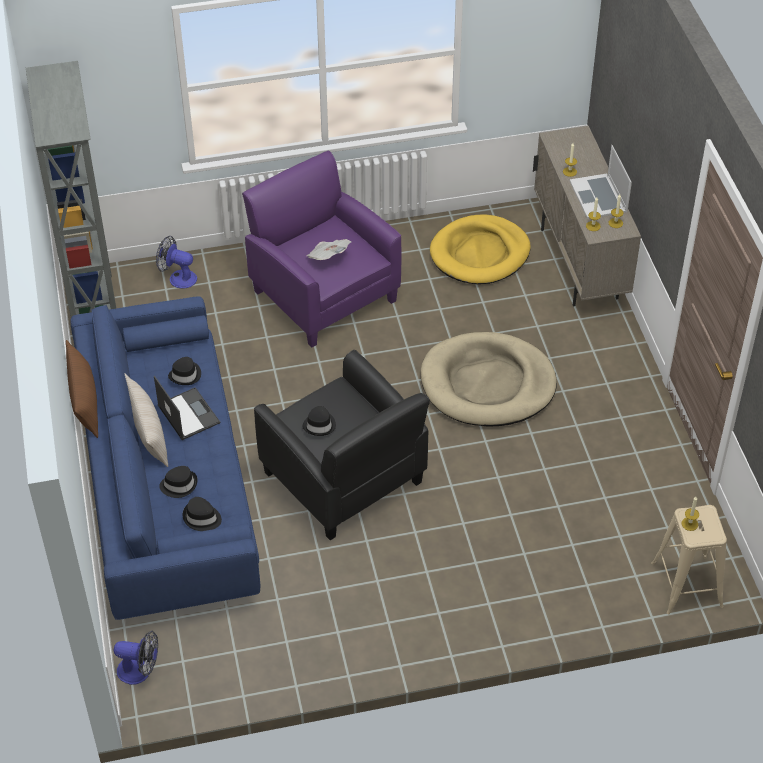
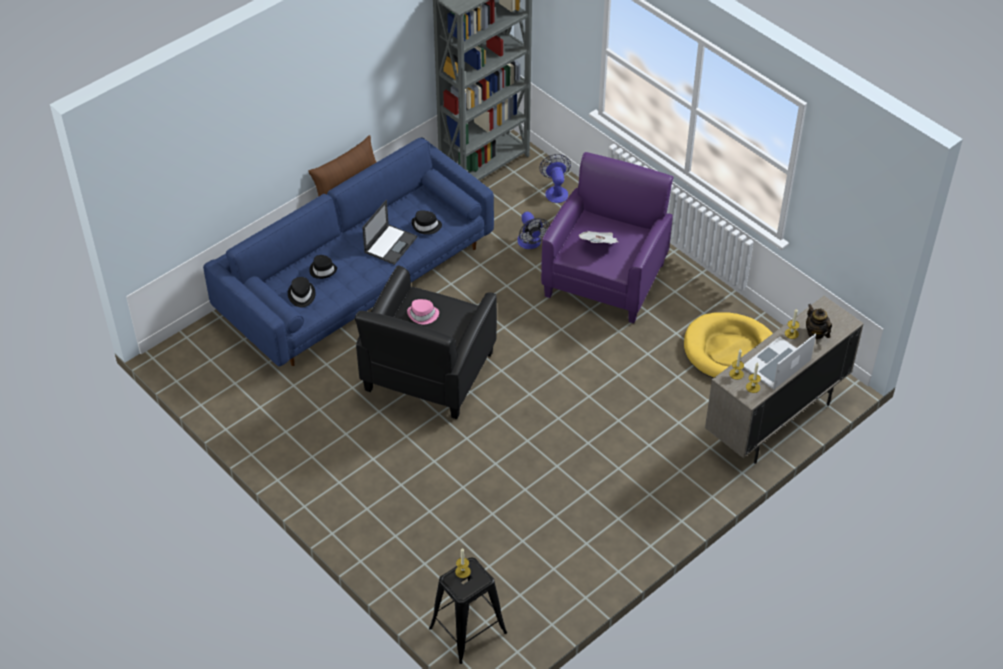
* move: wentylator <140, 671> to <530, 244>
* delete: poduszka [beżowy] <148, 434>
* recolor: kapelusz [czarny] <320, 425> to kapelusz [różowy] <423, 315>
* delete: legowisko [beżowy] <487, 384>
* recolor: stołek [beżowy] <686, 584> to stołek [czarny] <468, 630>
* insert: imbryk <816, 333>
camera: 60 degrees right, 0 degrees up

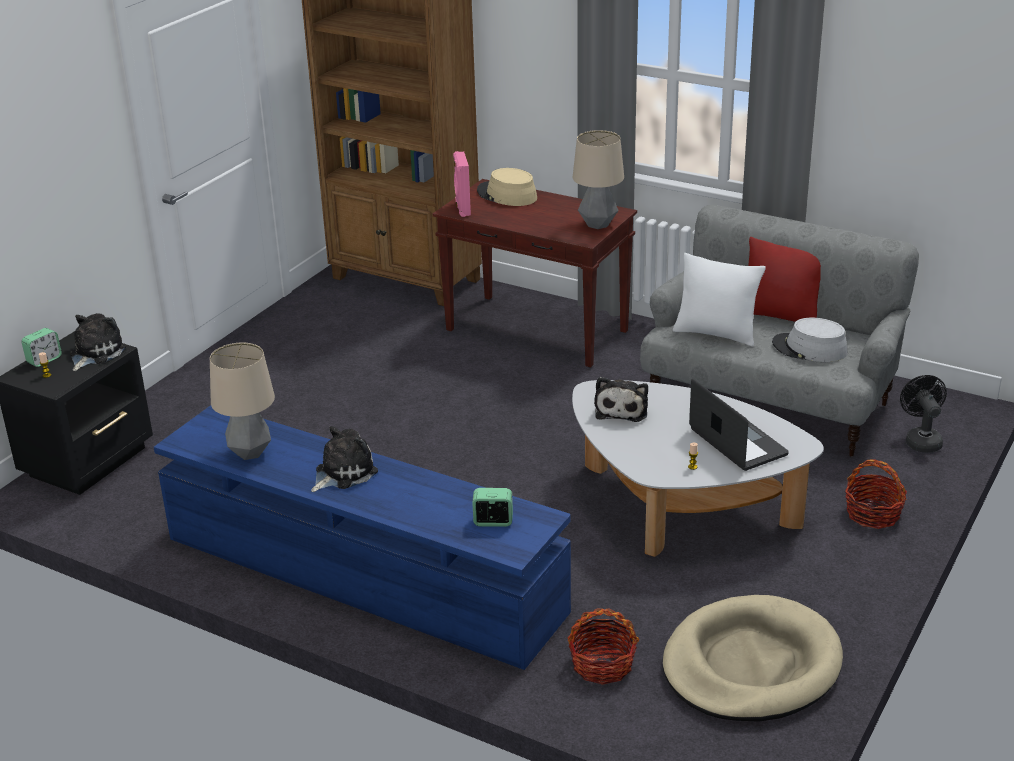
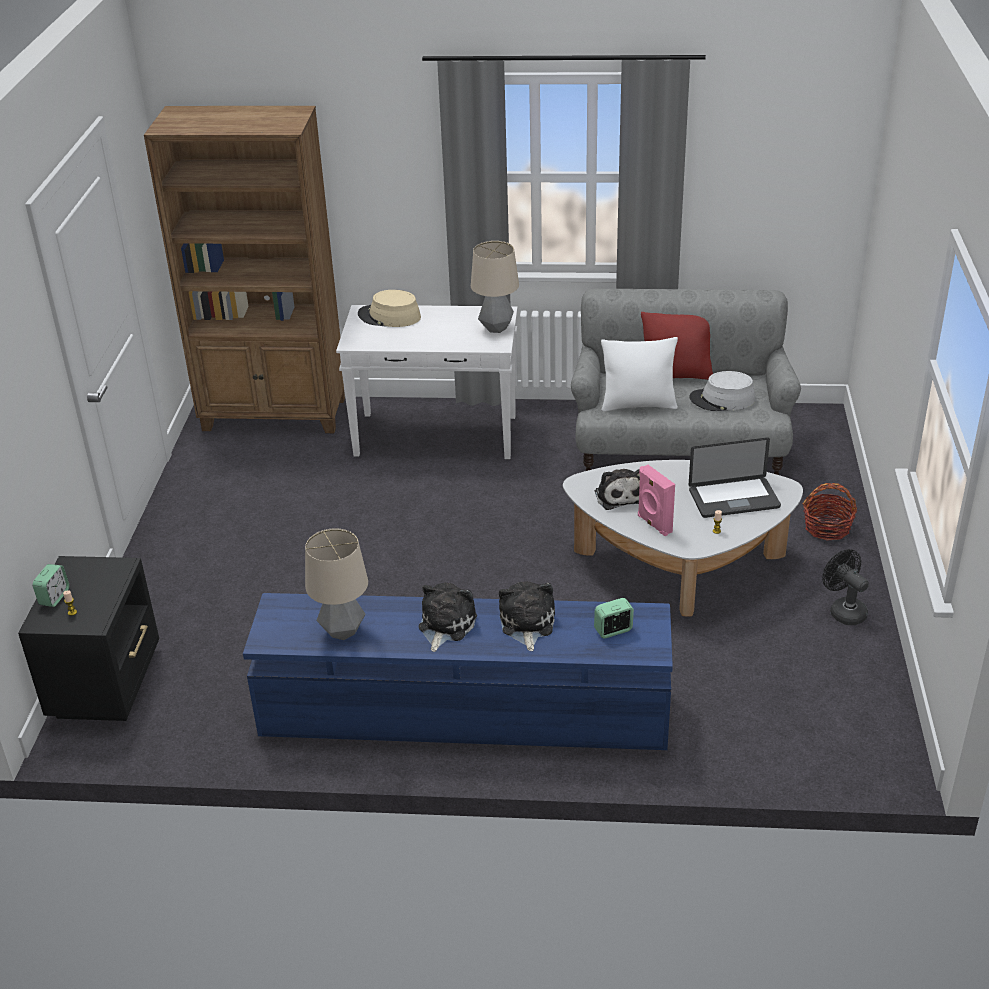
* move: pluszak <95, 353> to <526, 624>
* recolor: stolik konsolowy [brązowy] <538, 331> to stolik konsolowy [biały] <437, 436>
* move: głośnik [różowy] <462, 208> to <653, 524>
* delete: koszyk <602, 665>
* delete: legowisko [beżowy] <750, 665>
* rotate: laptop <737, 442> = <734, 499> 135 degrees clockwise
* move: wentylator [czarny] <921, 440> to <843, 611>
camera: 25 degrees left, 5 degrees up

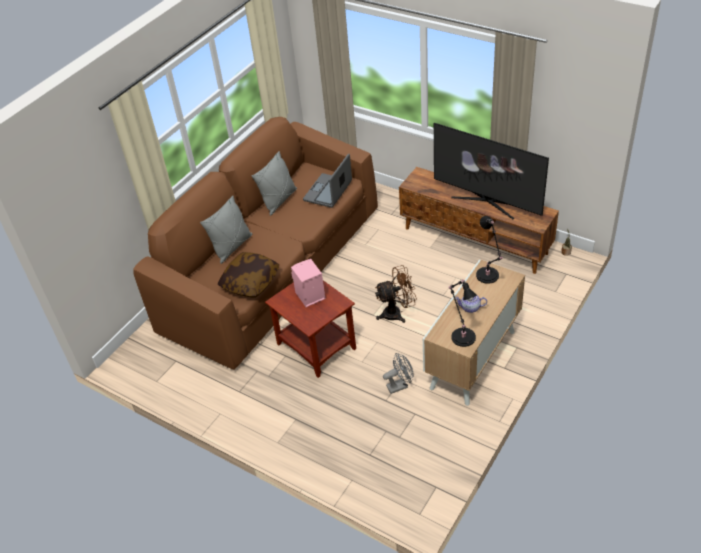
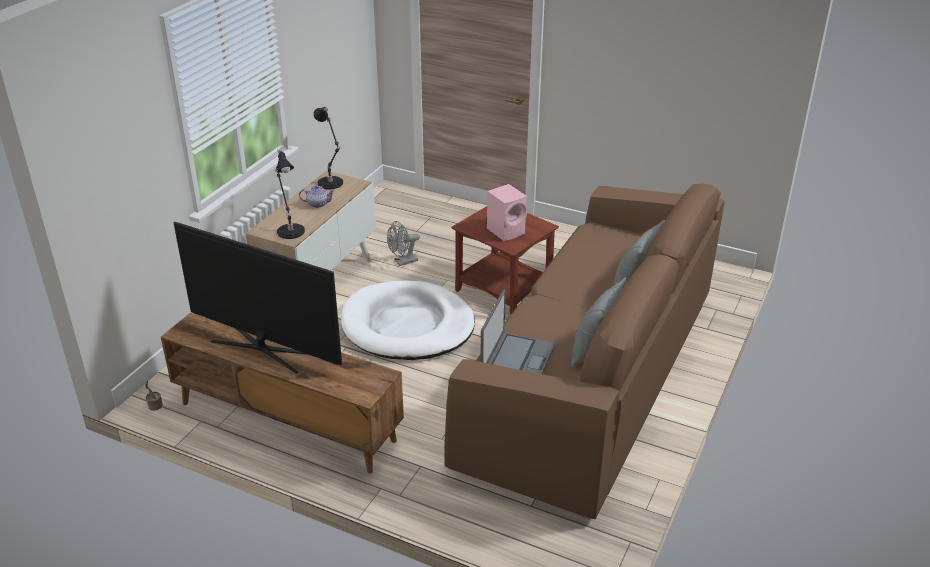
* delete: poduszka <250, 282>
* replace: wentylator [brązowy] <397, 313> to legowisko [biały] <407, 326>
camera: 170 degrees right, 10 degrees down

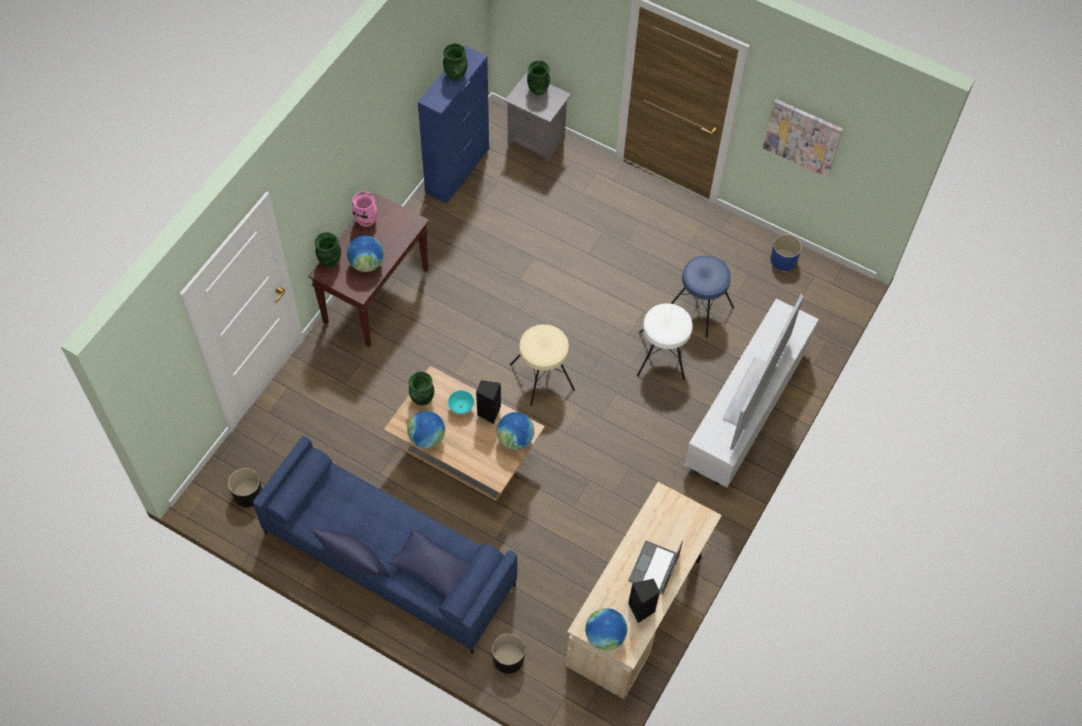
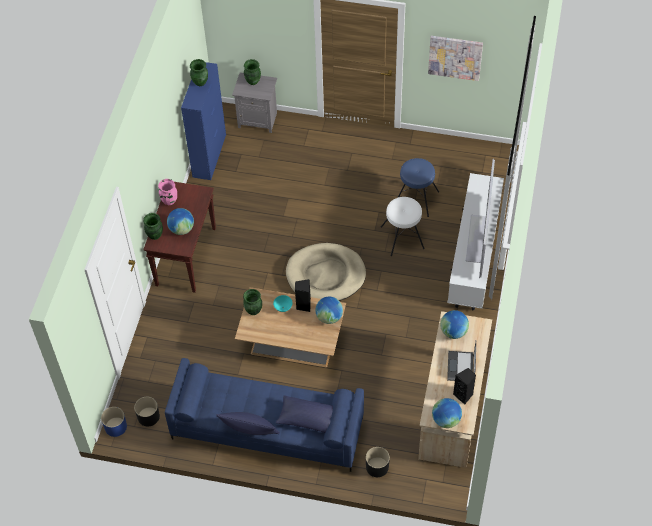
* move: globus <427, 438> to <453, 332>
* replace: stołek [beżowy] <542, 376> to legowisko [beżowy] <325, 275>
* move: donica [niebieski] <783, 260> to <115, 427>
camera: 15 degrees left, 5 degrees down

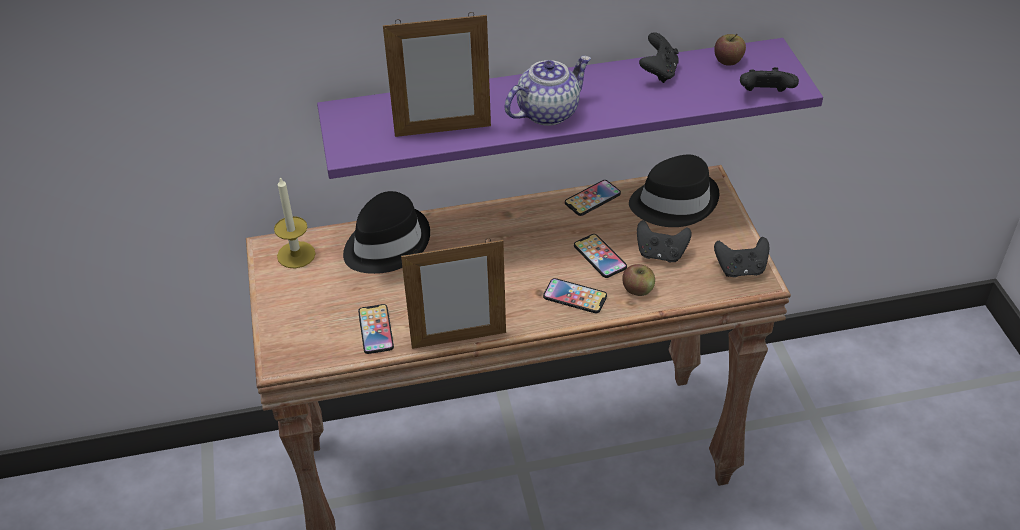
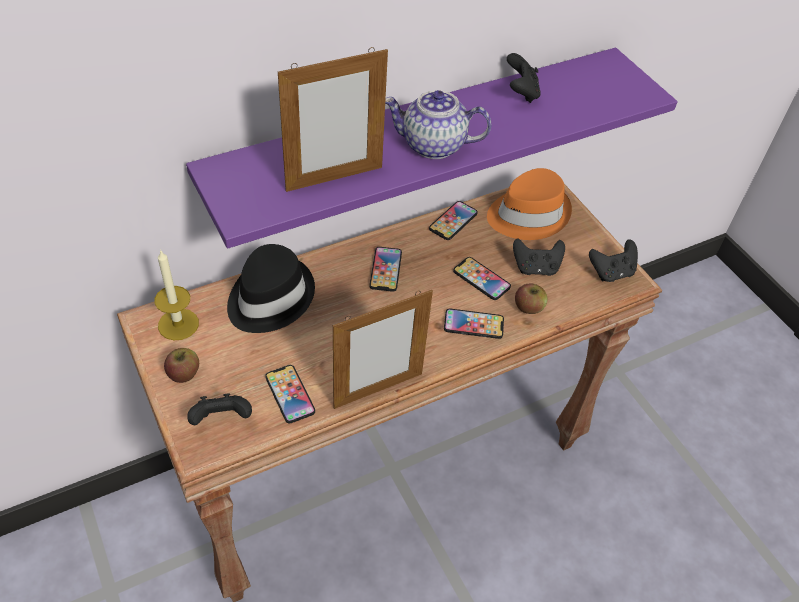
* rotate: imbryk <548, 112> = <433, 145> 120 degrees counterclockwise
* recolor: kapelusz [czarny] <674, 202> to kapelusz [pomarańczowy] <527, 214>
* move: jabłko <728, 60> to <184, 373>
* move: pad do gier [czarny] <764, 95> to <222, 419>
* insert: telefon <385, 270>
camera: 20 degrees left, 5 degrees up

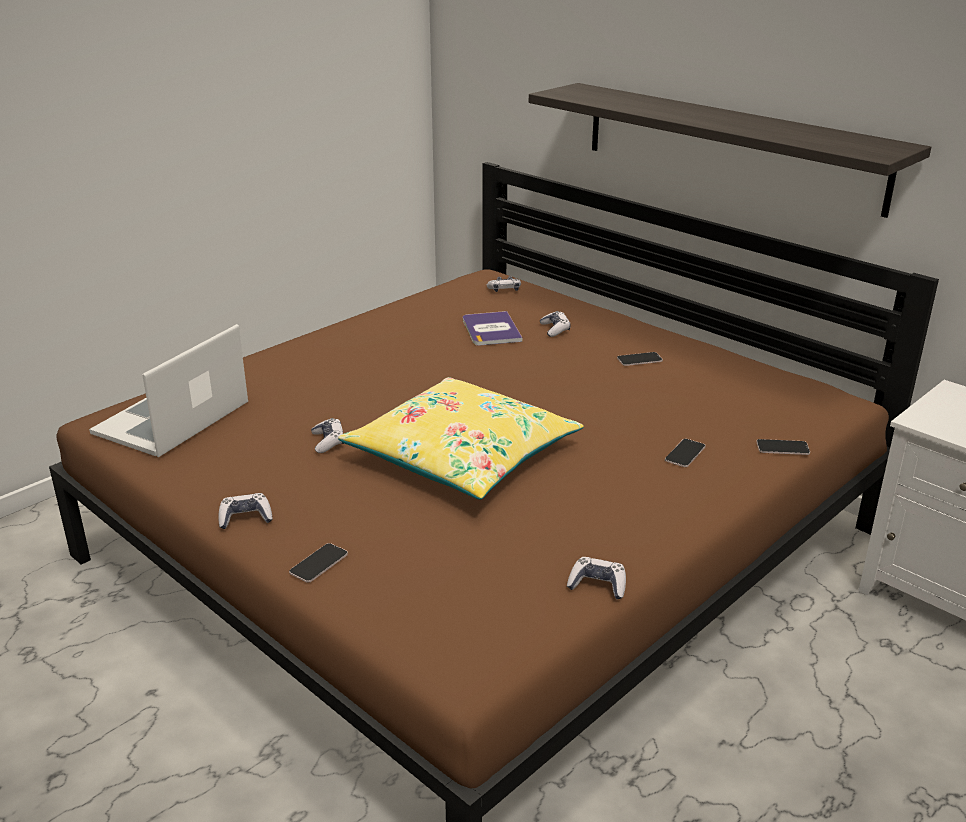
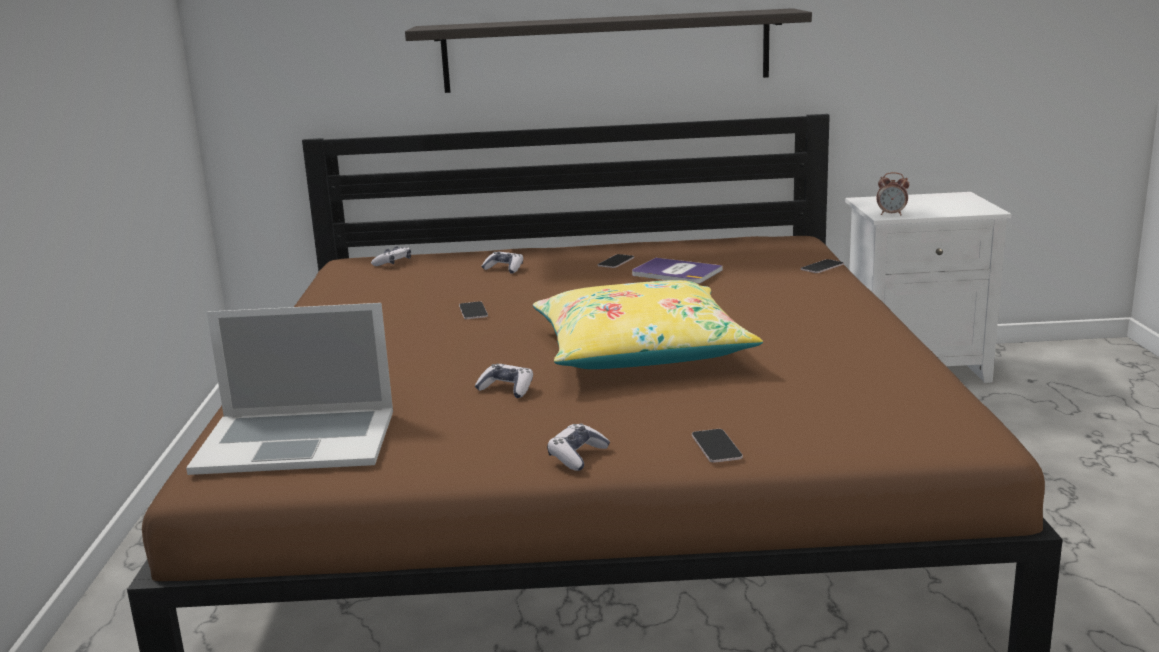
* rotate: laptop <173, 418> = <297, 440> 75 degrees counterclockwise
* move: książka <491, 330> to <676, 273>
* delete: pad do gier <597, 585>
* move: telefon <685, 453> to <473, 311>
* insert: budzik <891, 214>
camera: 45 degrees left, 10 degrees down

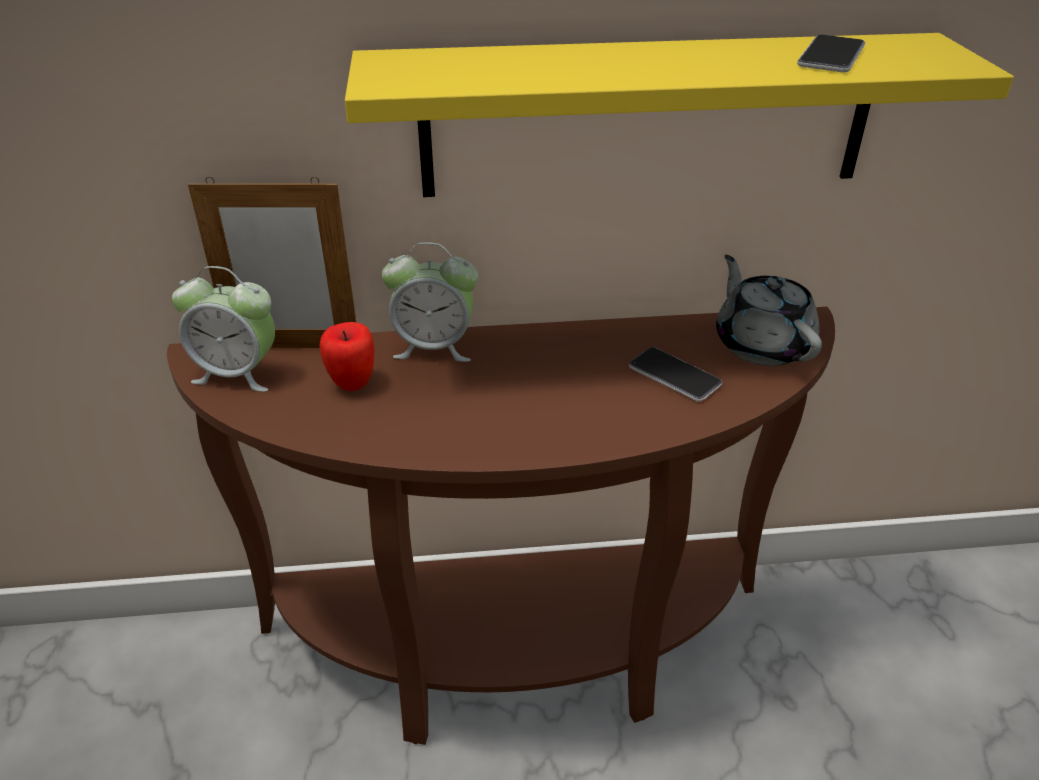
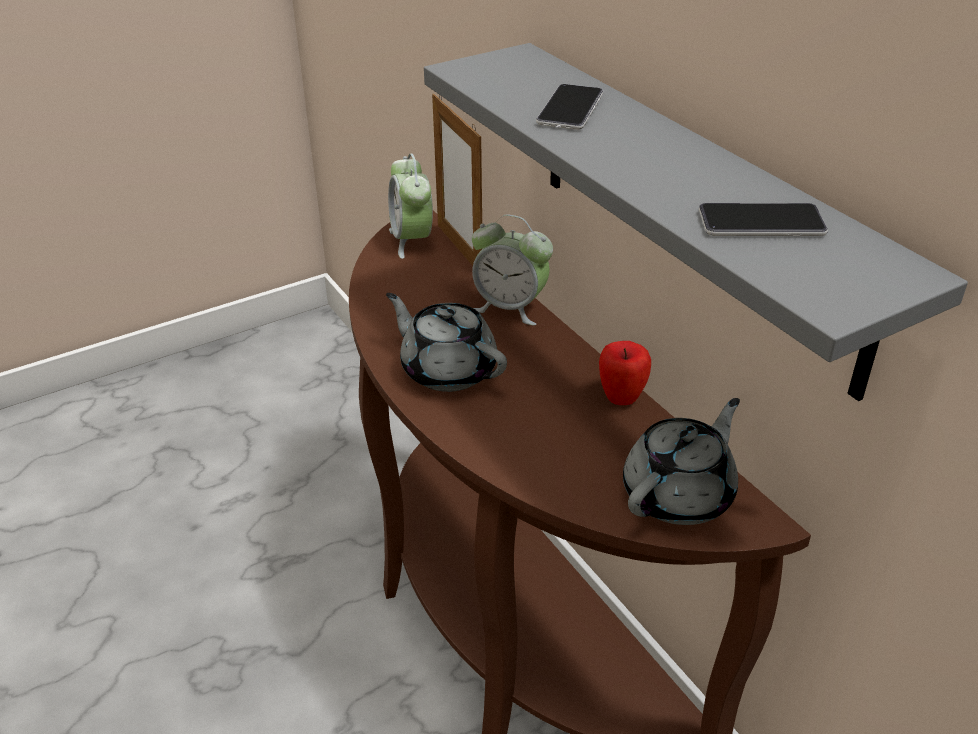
* move: jabłko <352, 383> to <621, 397>
* recolor: półka [żółty] <647, 116> to półka [szary] <692, 208>
* rotate: budzik <434, 347> = <510, 307> 45 degrees counterclockwise
* move: telefon <674, 375> to <570, 109>
* insert: imbryk [szary] <447, 369>
camera: 65 degrees right, 0 degrees up

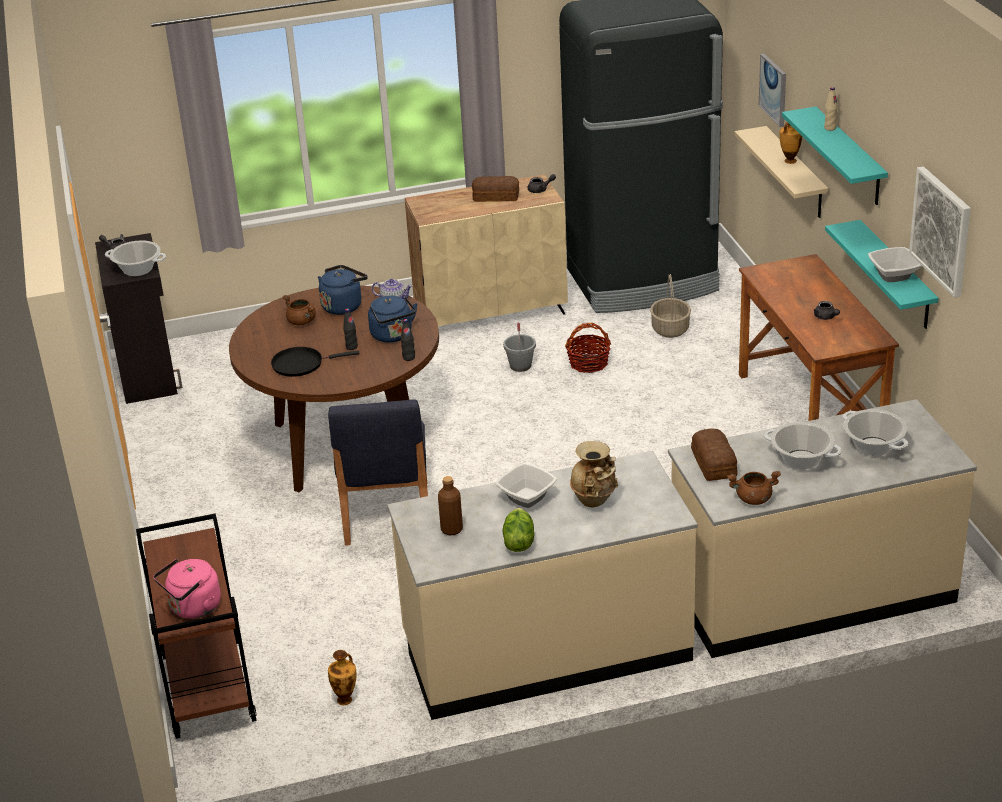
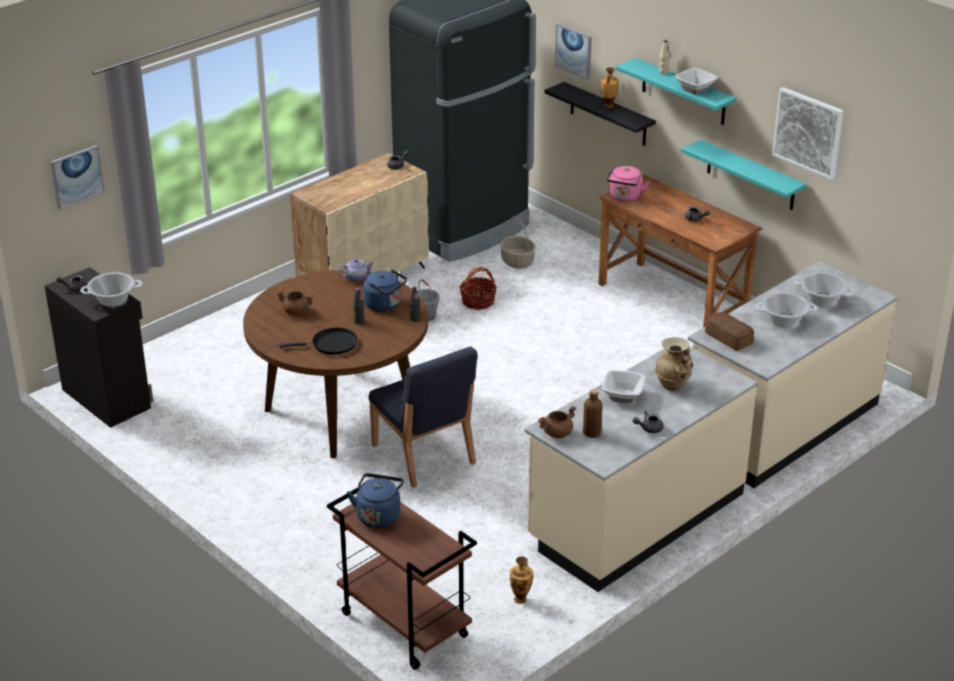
* move: czajnik [różowy] <193, 608> to <625, 198>
* rotate: patelnia [czarny] <301, 364> = <331, 344> 150 degrees counterclockwise
* move: czajnik [niebieski] <343, 306> to <379, 515>
* delete: chleb <495, 196>
* replace: sałata <518, 542> to imbryk [szary] <648, 428>
* move: garnek [brązowy] <753, 499> to <557, 433>
* recolor: półka [beżowy] <795, 173> to półka [czarny] <608, 114>
* move: miska <894, 275> to <695, 89>
* insert: obraz <76, 176>
camera: 30 degrees left, 0 degrees up

